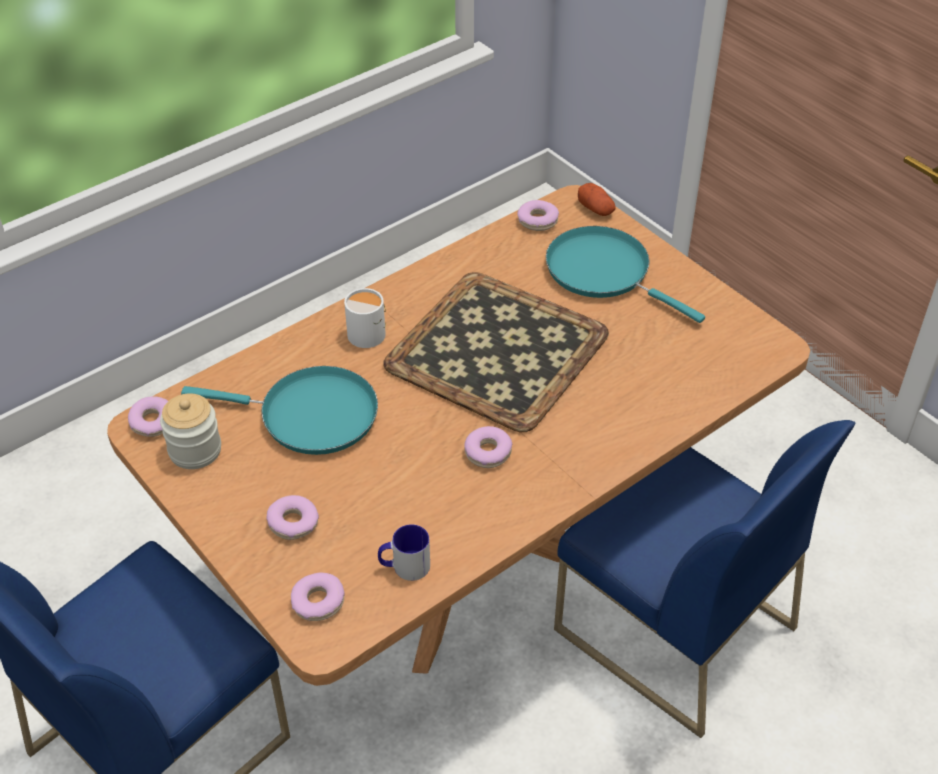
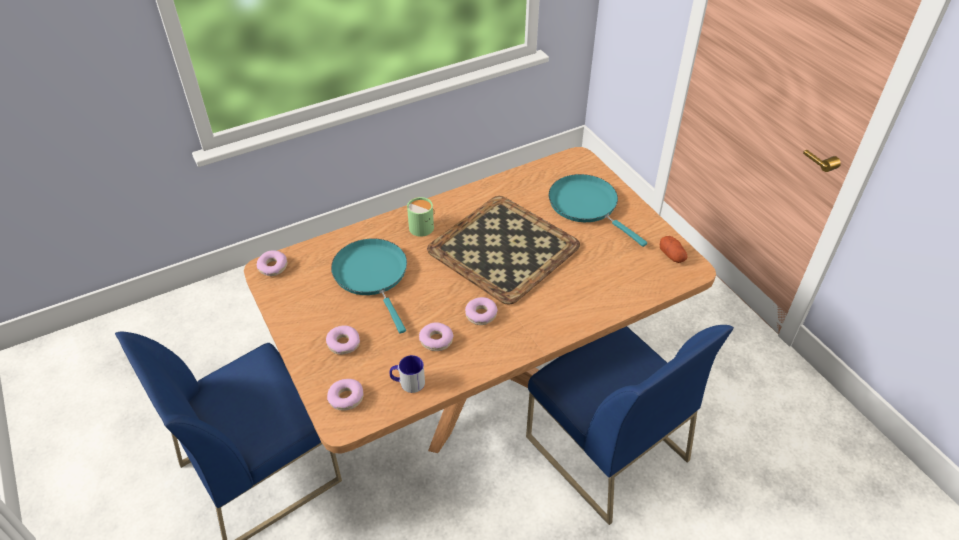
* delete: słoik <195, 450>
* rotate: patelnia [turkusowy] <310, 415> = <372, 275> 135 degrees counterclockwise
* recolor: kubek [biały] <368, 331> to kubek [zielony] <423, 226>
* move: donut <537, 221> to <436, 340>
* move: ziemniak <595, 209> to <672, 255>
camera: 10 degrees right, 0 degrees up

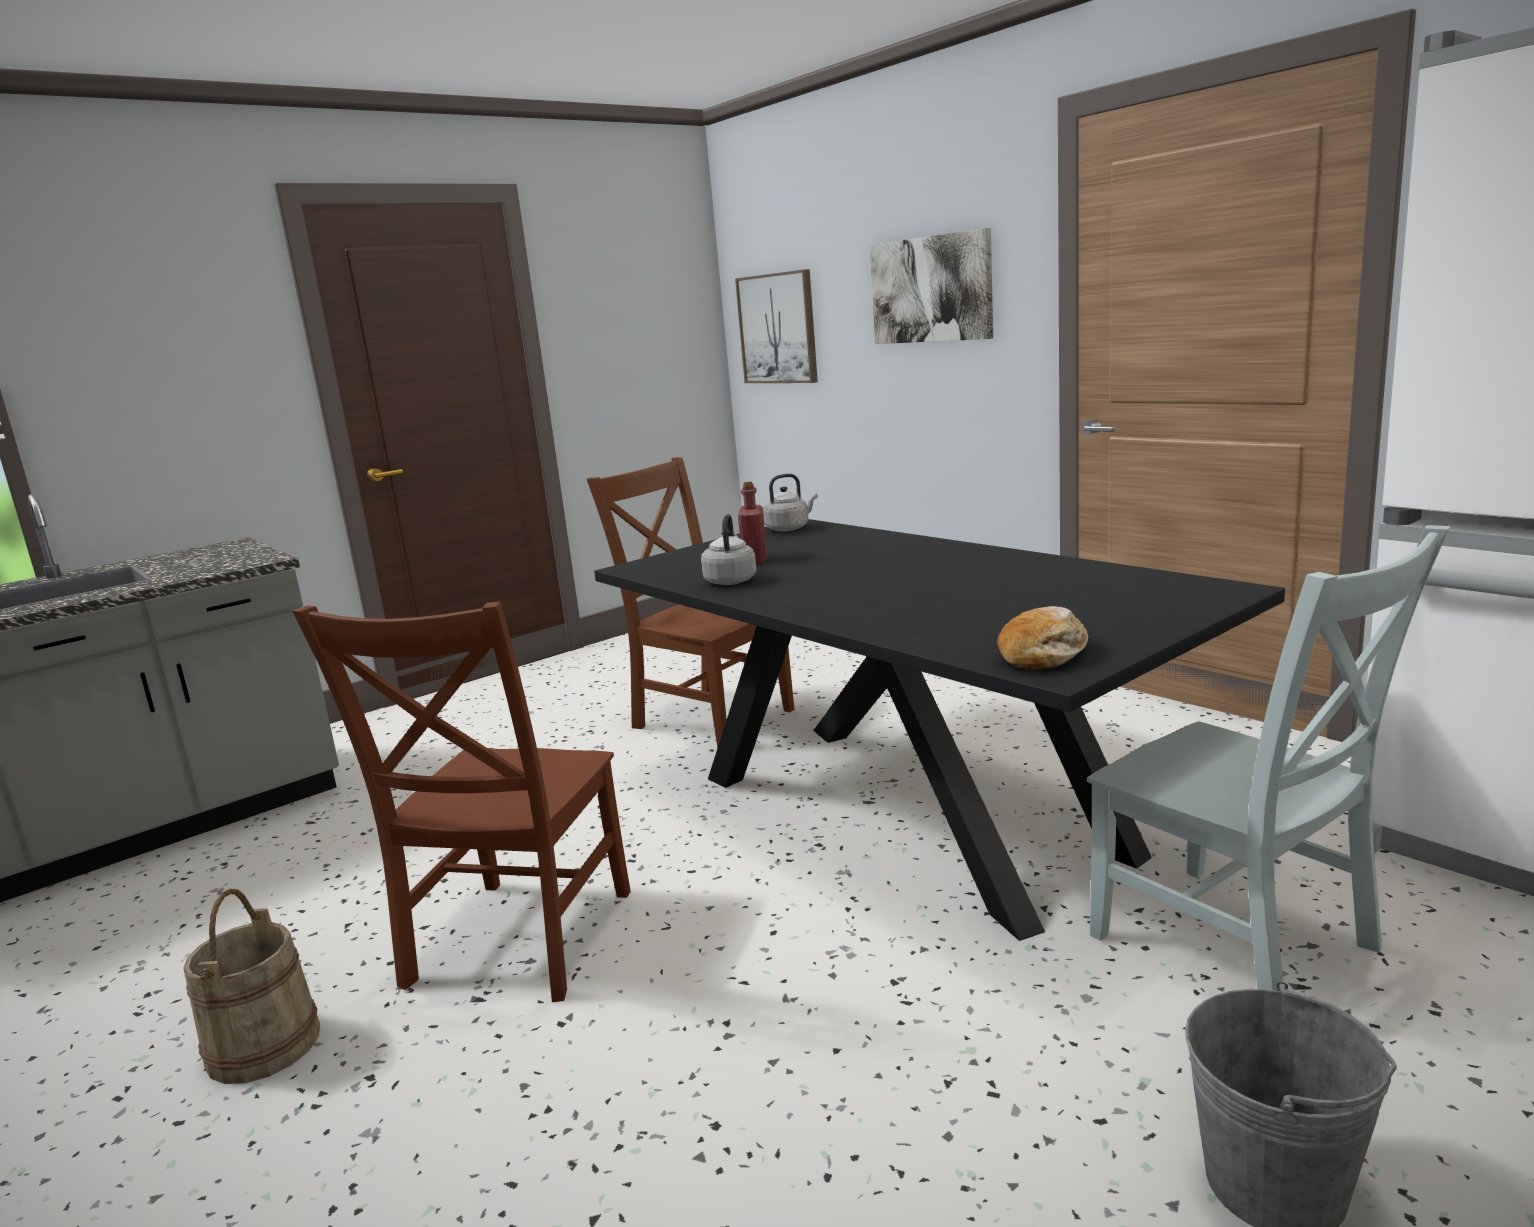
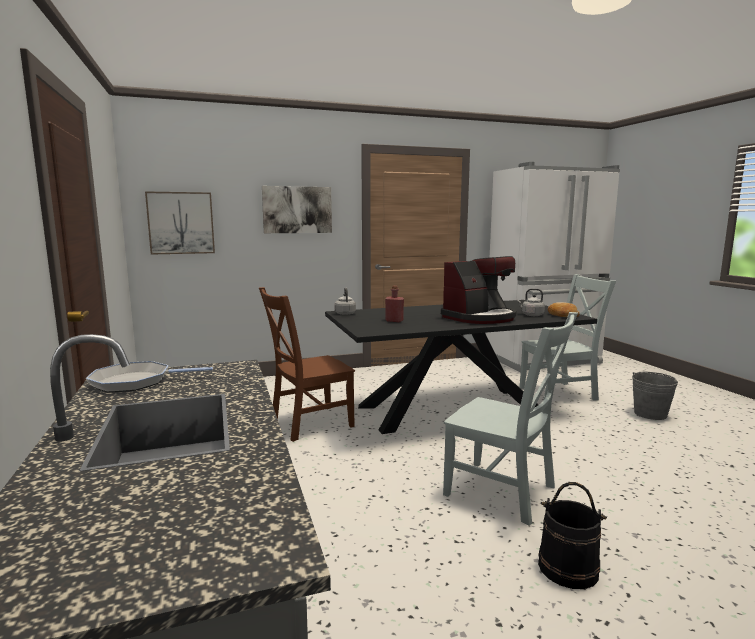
* recolor: wiadro [beżowy] <263, 1045> to wiadro [czarny] <567, 568>
* recolor: krzesło [brązowy] <515, 943> to krzesło [szary] <504, 492>
* move: czajnik [szary] <731, 580> to <531, 315>
* insert: patelnia <136, 382>
* insert: ekspres do kawy <480, 318>
camera: 70 degrees left, 5 degrees down

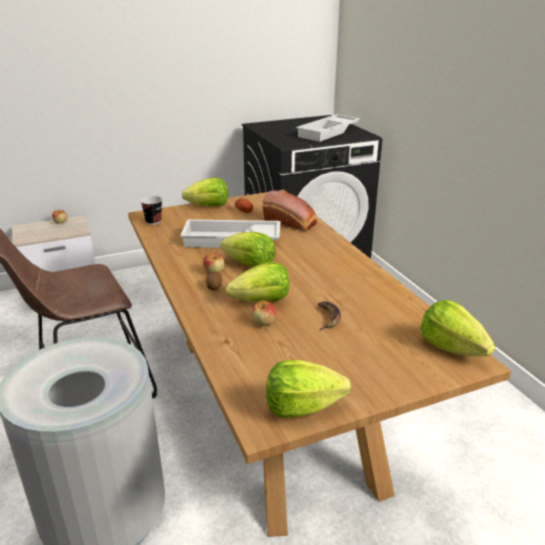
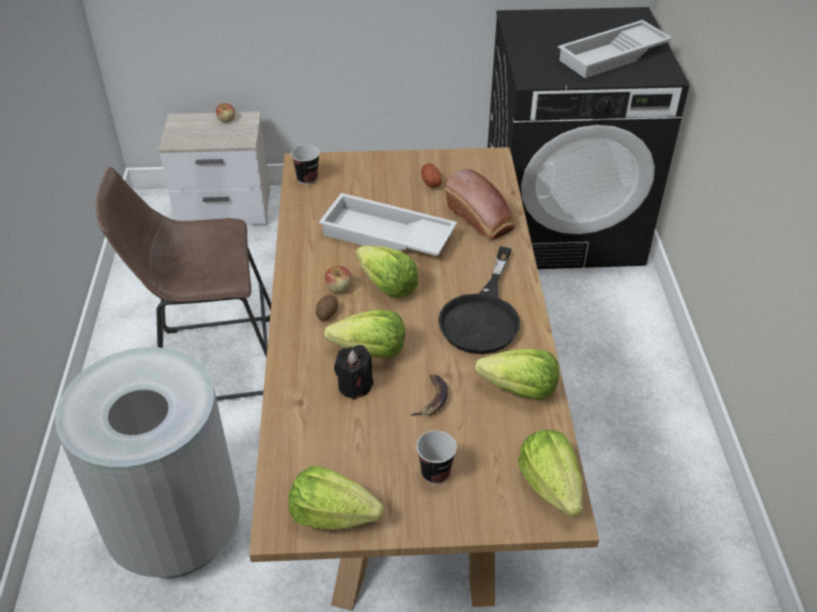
* move: sałata <208, 206> to <519, 390>
* replace: jabłko <264, 322> to świeca [czarny] <355, 386>
* insert: filiżanka <435, 473>
* insert: patelnia [czarny] <483, 316>
camera: 20 degrees right, 15 degrees up

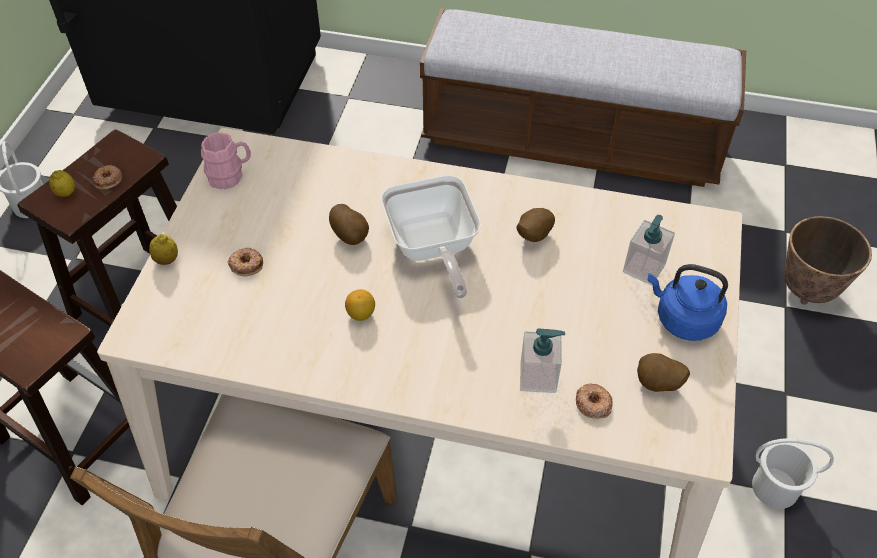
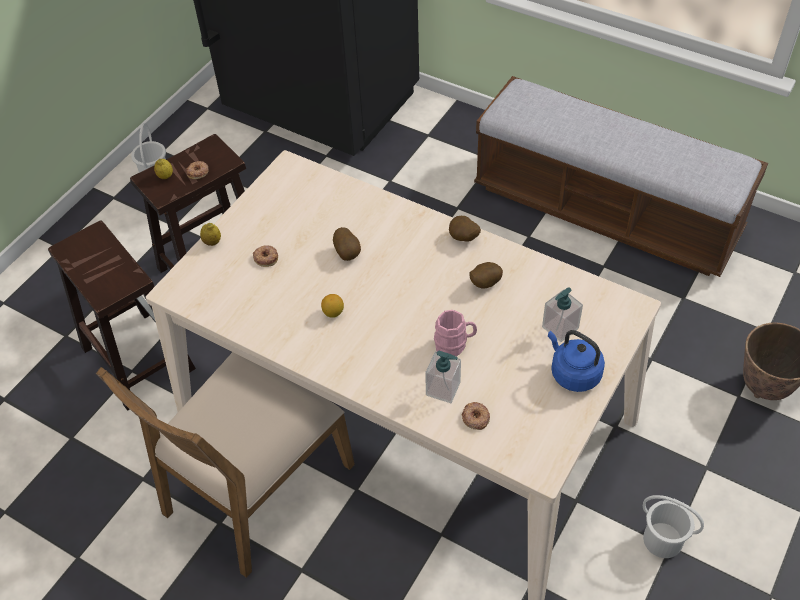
* move: kubek [różowy] <230, 175> to <455, 344>
* delete: patelnia <432, 249>
* move: ziemniak <657, 385> to <463, 239>
camera: 20 degrees right, 0 degrees up

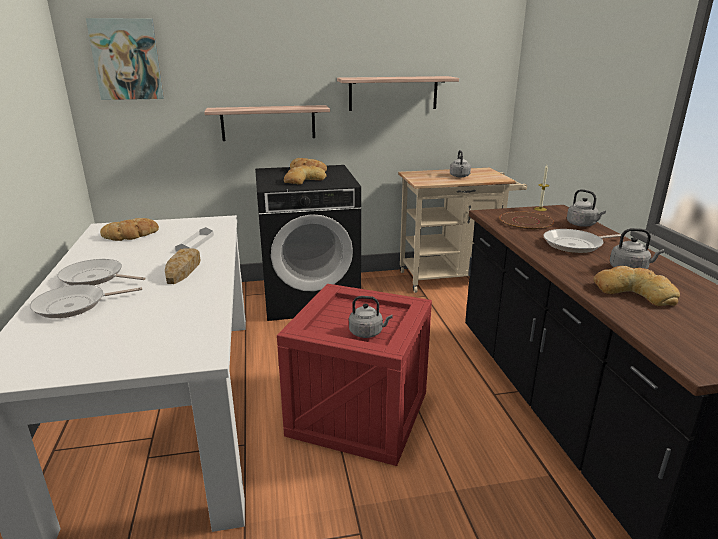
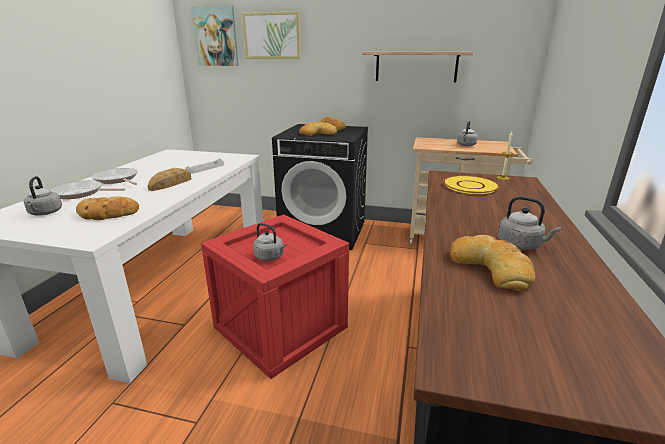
* move: chleb <131, 235> to <107, 214>
* delete: półka <268, 123>
* recolor: talerz [brązowy] <526, 221> to talerz [żółty] <470, 186>
* delete: patelnia <575, 245>
* move: czajnik [szary] <582, 224> to <45, 213>
* insert: obraz <272, 36>
camera: 25 degrees right, 0 degrees up

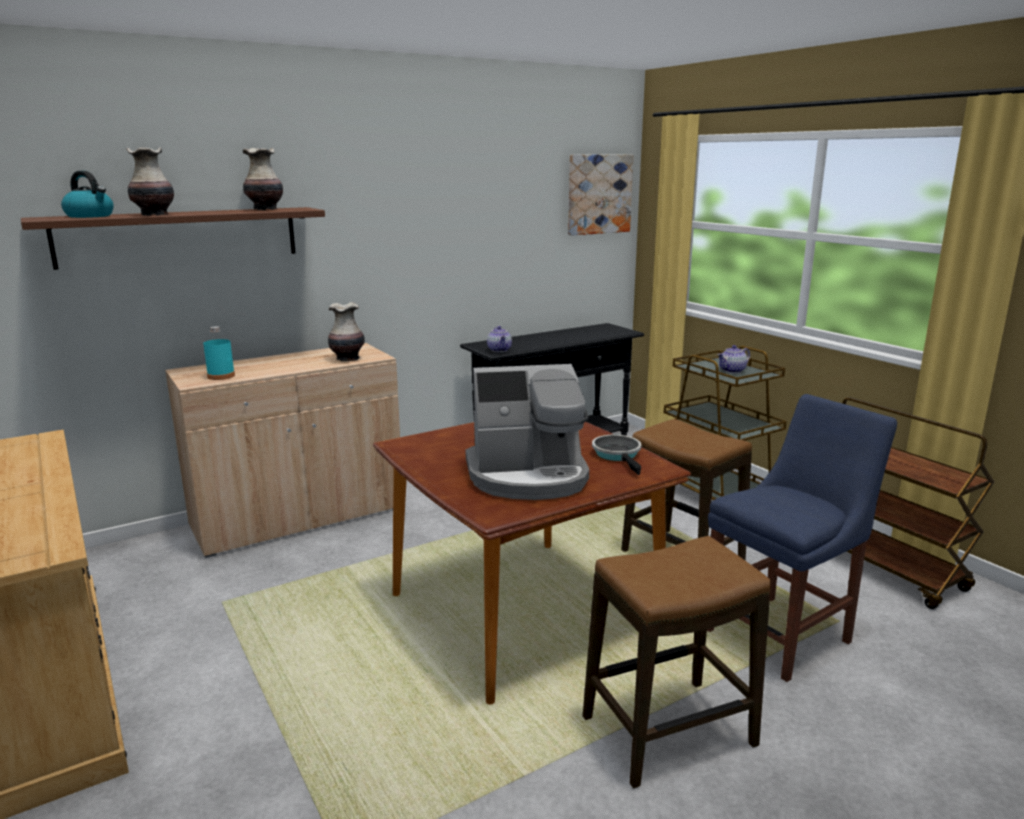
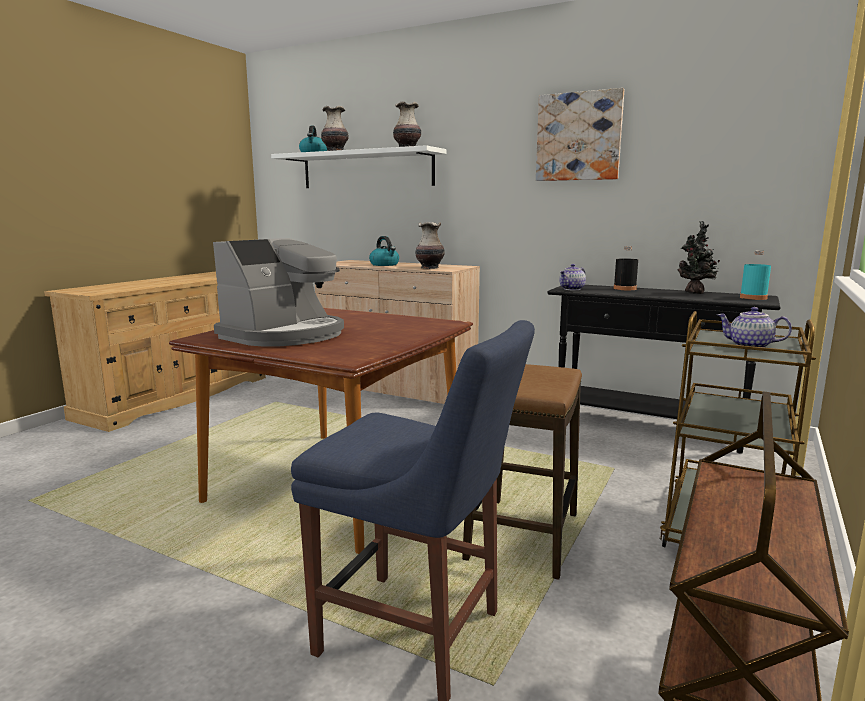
* recolor: półka [brązowy] <180, 236> to półka [biały] <366, 170>
* move: butelka [turkusowy] <221, 376> to <753, 298>
* rotate: ekspres do kawy <528, 476> = <285, 335> 105 degrees counterclockwise
* move: obraz <599, 194> to <579, 137>
* delete: stołek <668, 732>
* delete: patelnia <618, 455>
* insert: czajnik <385, 265>
* insert: butelka [czarny] <624, 288>
* insert: roślina doniczkowa <695, 293>
camera: 60 degrees right, 5 degrees down

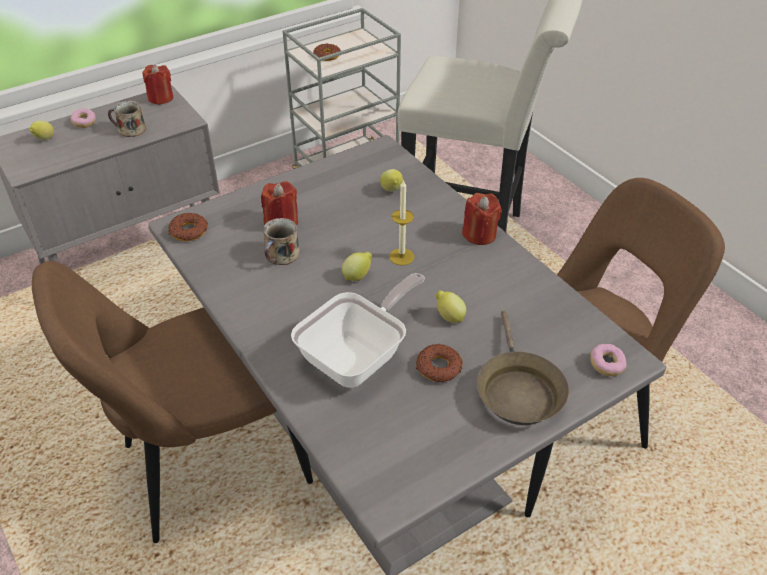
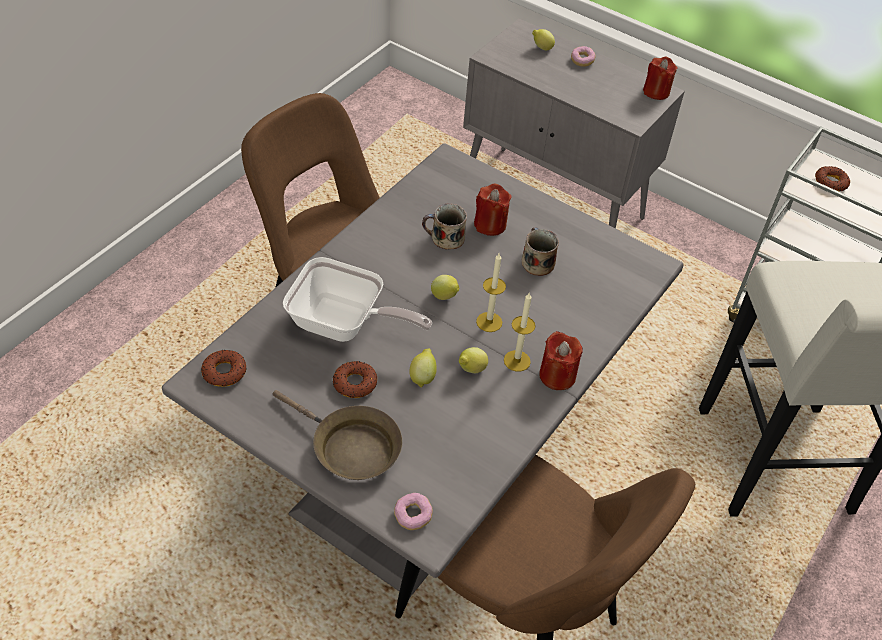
* move: kubek <130, 129> to <536, 261>
* move: donut <188, 231> to <224, 372>
* move: cytryna <392, 191> to <471, 370>
* rotate: patelnia [brązowy] <517, 390> = <350, 448> 120 degrees counterclockwise
* insert: świeca <517, 361>
camera: 65 degrees right, 5 degrees up

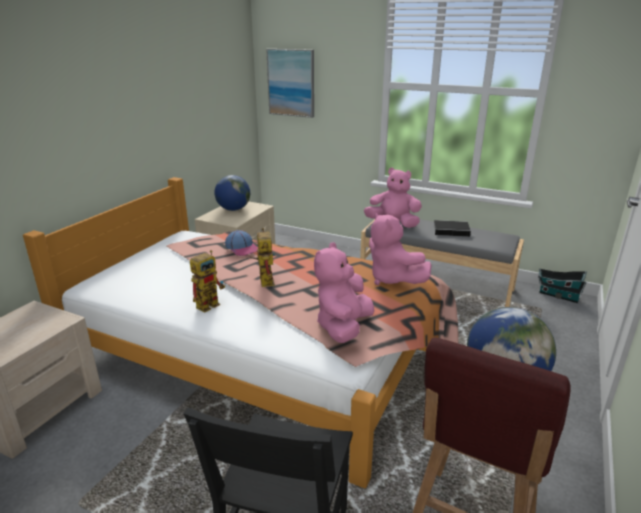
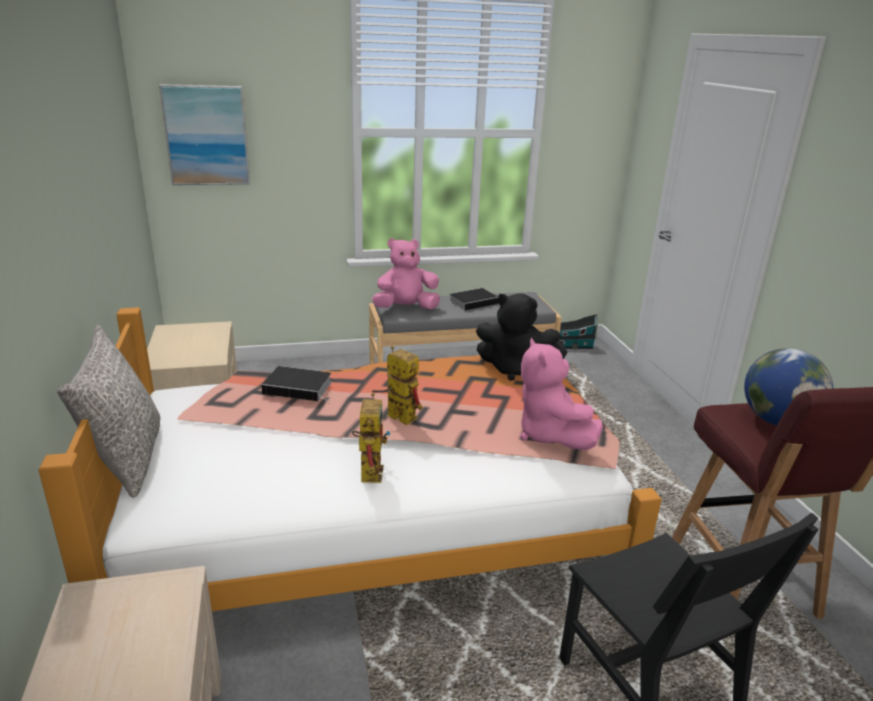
* delete: globus <233, 209>
* replace: czapka z daszkiem <242, 248> to książka <300, 388>
* recolor: pluszak [różowy] <392, 279> to pluszak [czarny] <515, 369>
* insert: poduszka [szary] <127, 458>
camera: 40 degrees left, 0 degrees up

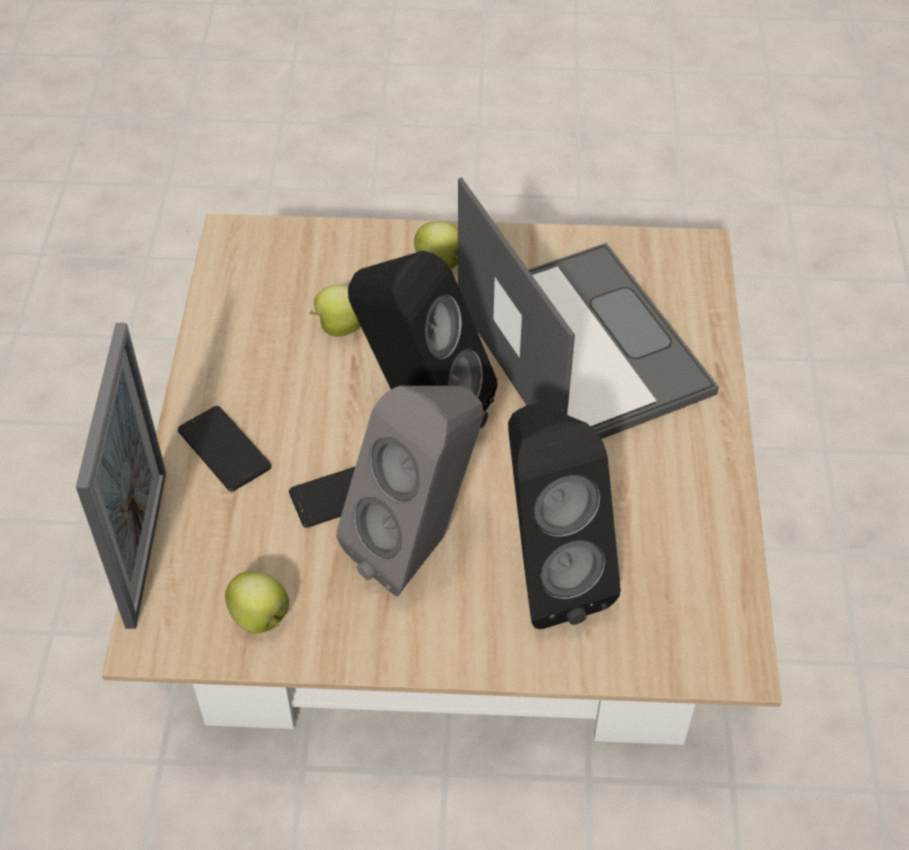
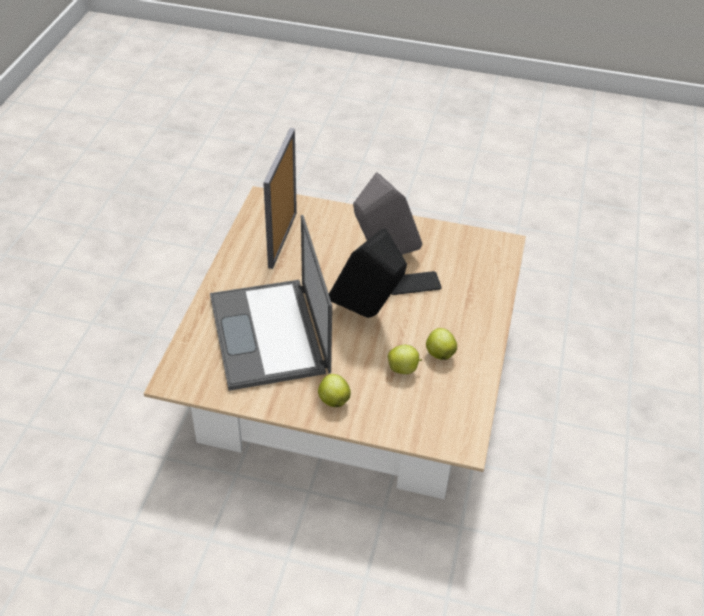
* move: ramka na zdjęcie <147, 547> to <282, 239>
* delete: telefon <224, 449>
* move: jabłko <261, 618> to <439, 353>
* delete: głośnik [czarny] <546, 574>
camera: 170 degrees left, 5 degrees down

